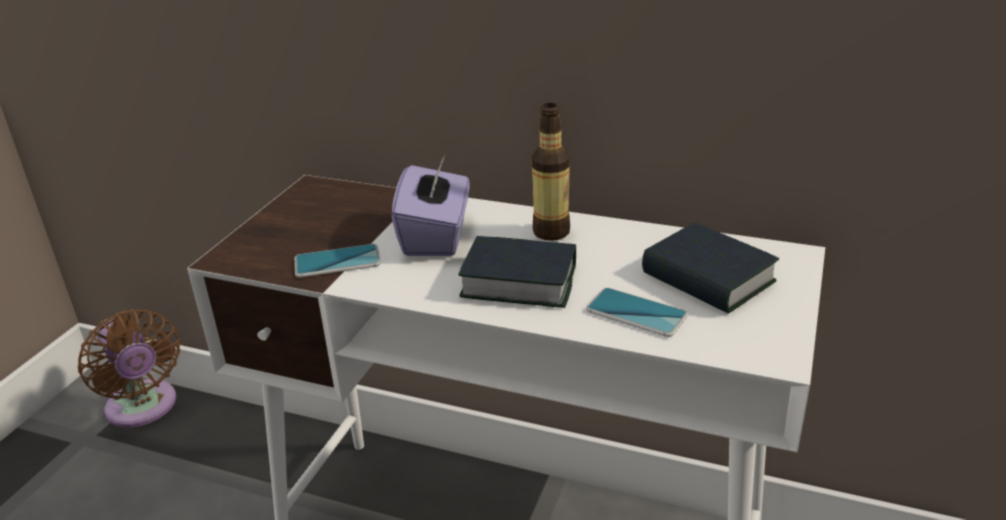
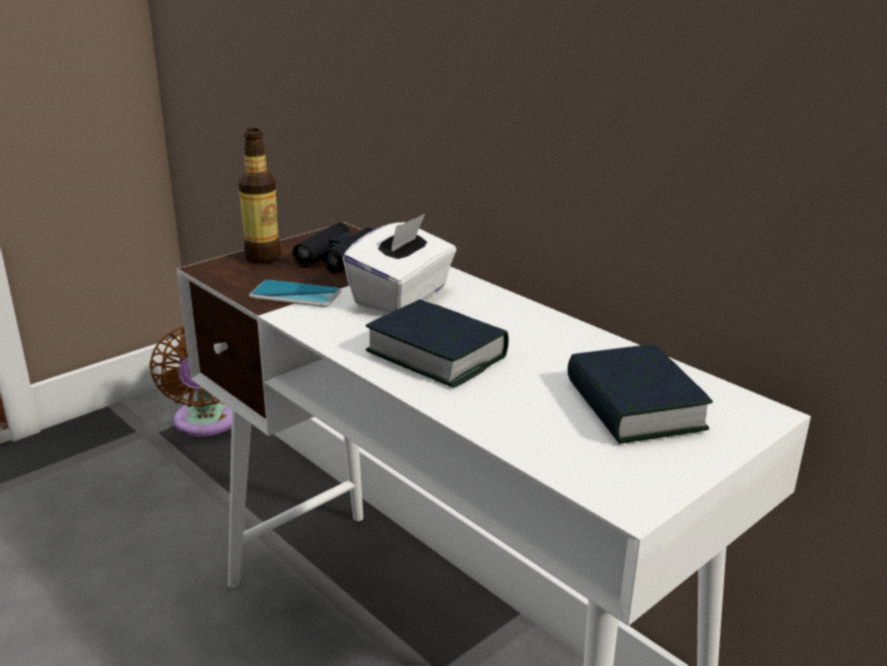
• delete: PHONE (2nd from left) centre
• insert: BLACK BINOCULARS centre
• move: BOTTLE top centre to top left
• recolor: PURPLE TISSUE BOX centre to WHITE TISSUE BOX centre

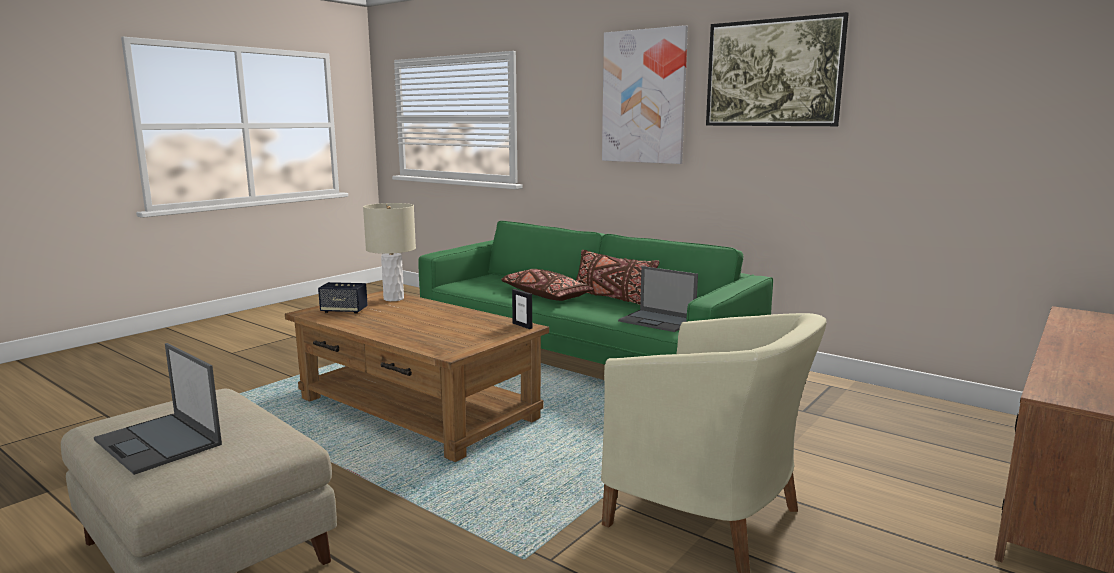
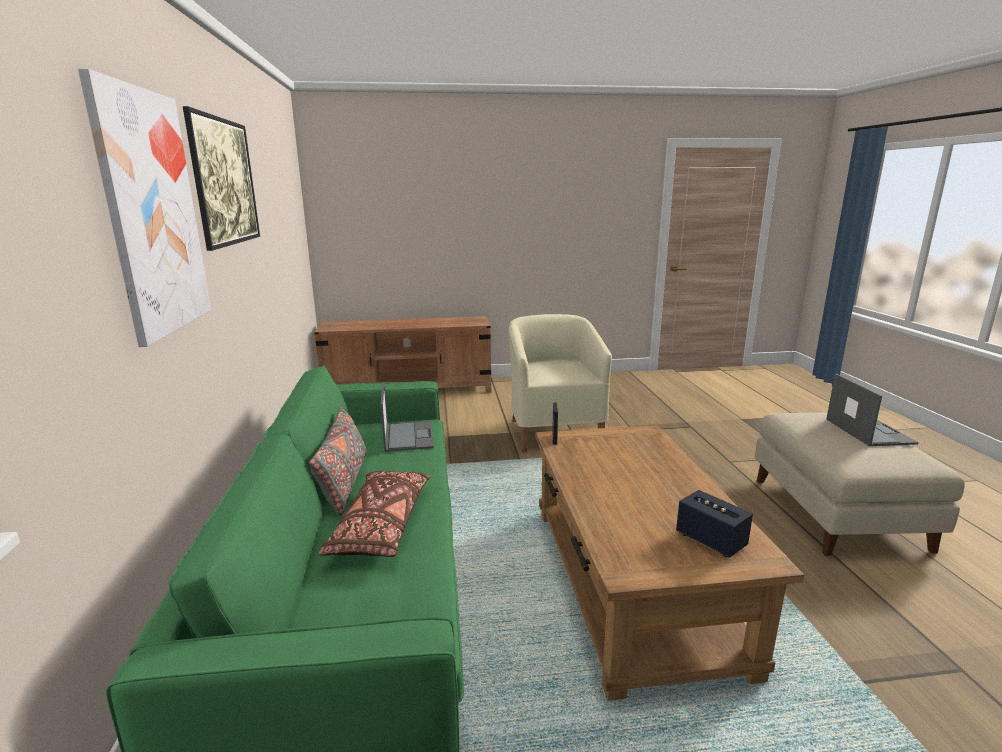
• delete: BEIGE TABLE LAMP centre
• recolor: BROWN PILLOW (2nd from left) centre to GREY PILLOW centre

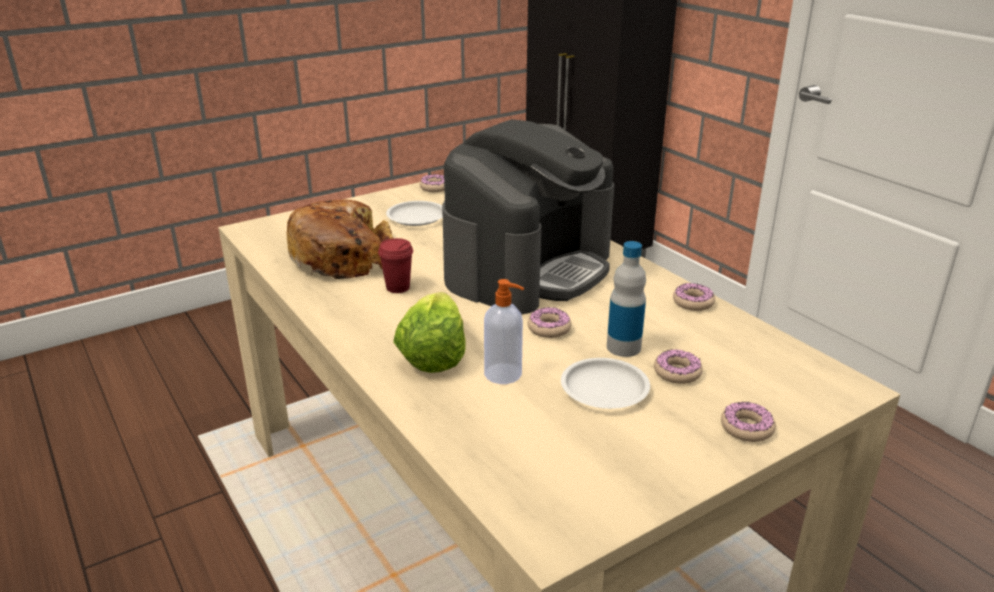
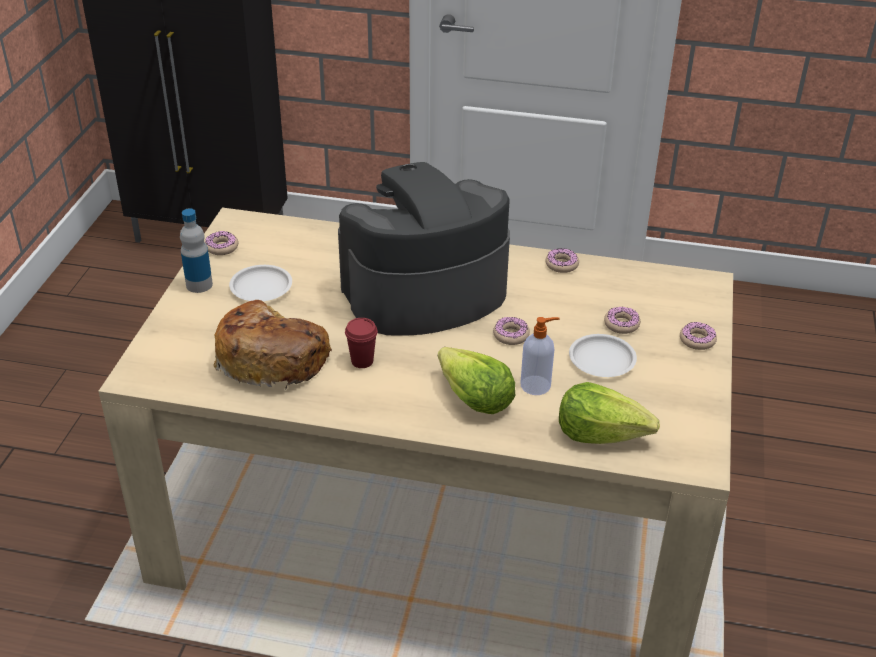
• insert: LETTUCE (2nd from left) middle right
• move: BOTTLE centre to middle left
• rotate: COFFEE MACHINE centre = centre 105 degrees counterclockwise

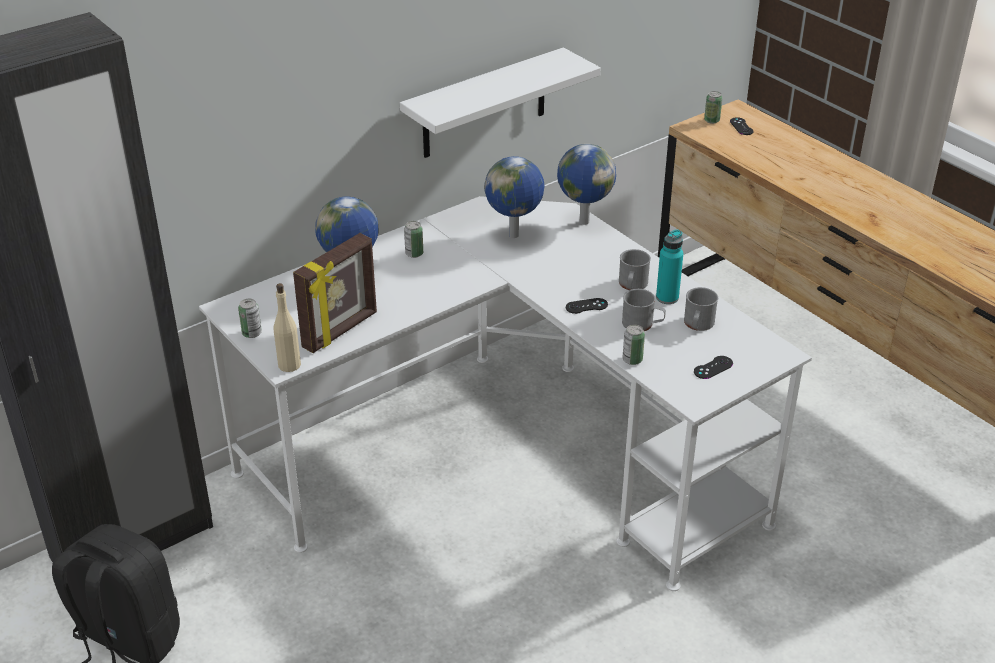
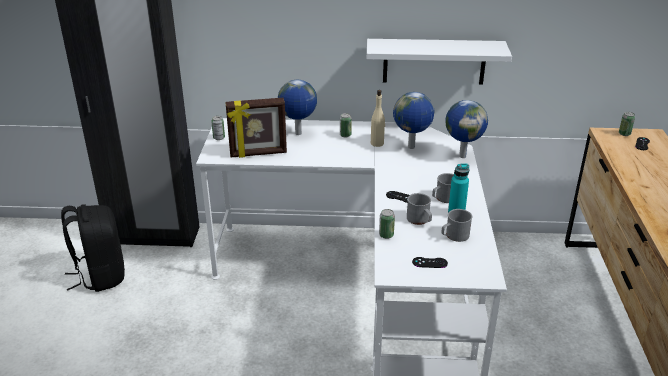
• move: BEIGE BOTTLE middle left to top centre

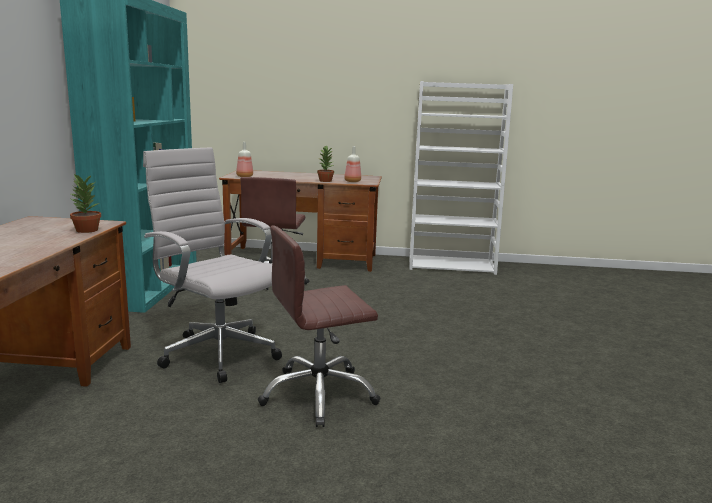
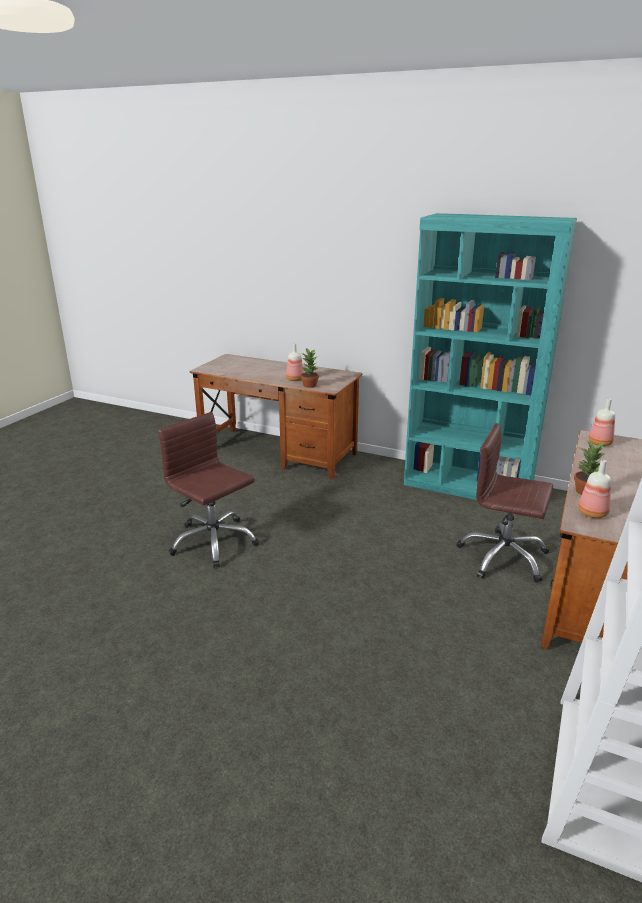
• delete: WHITE OFFICE CHAIR middle left
• insert: BOTTLE (1st from left) centre
• rotate: BROWN OFFICE CHAIR (2nd from left in the first image) centre = middle left 45 degrees counterclockwise

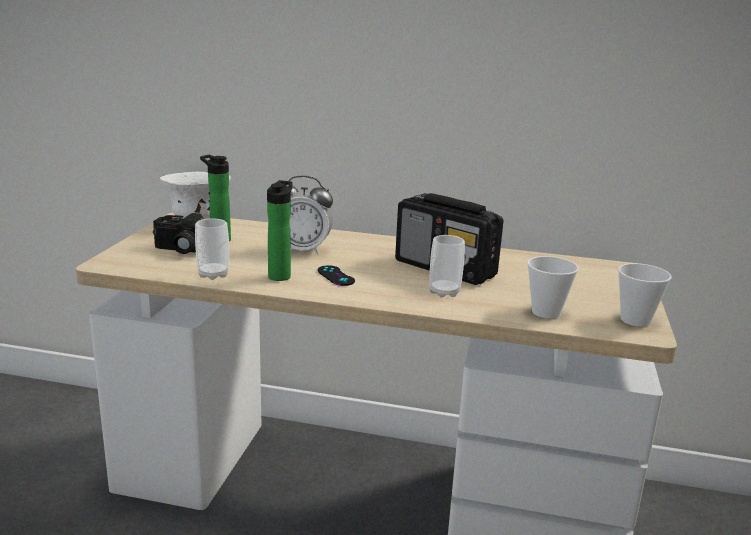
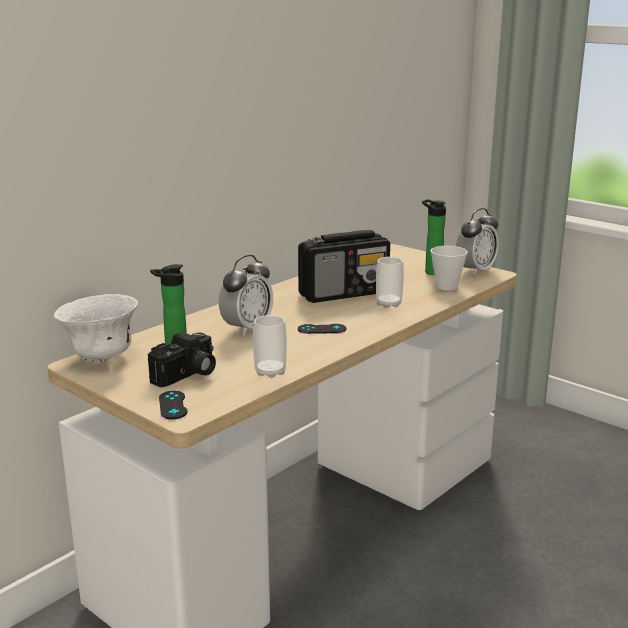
• insert: BLACK GAME CONTROLLER (1st from left) middle left
• move: BOTTLE (2nd from left) centre to middle right
• replace: CUP (4th from left) middle right to ALARM CLOCK (2nd from left) middle right

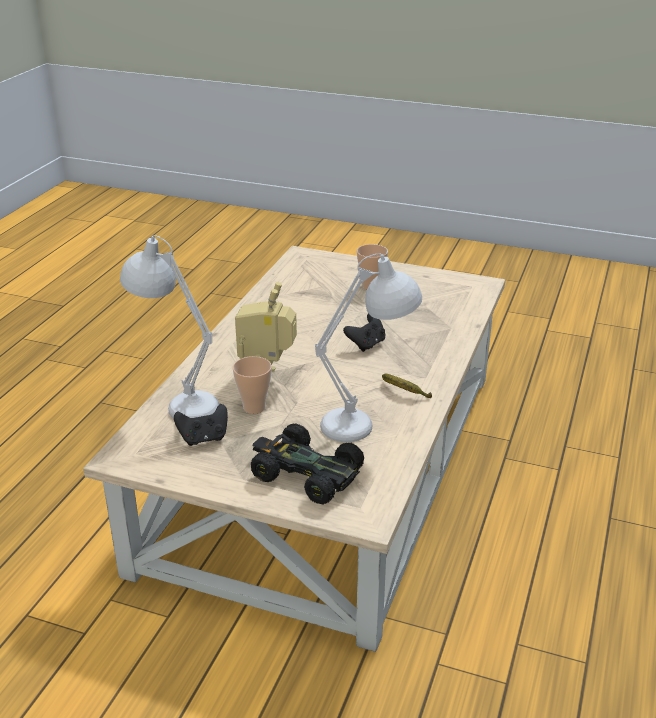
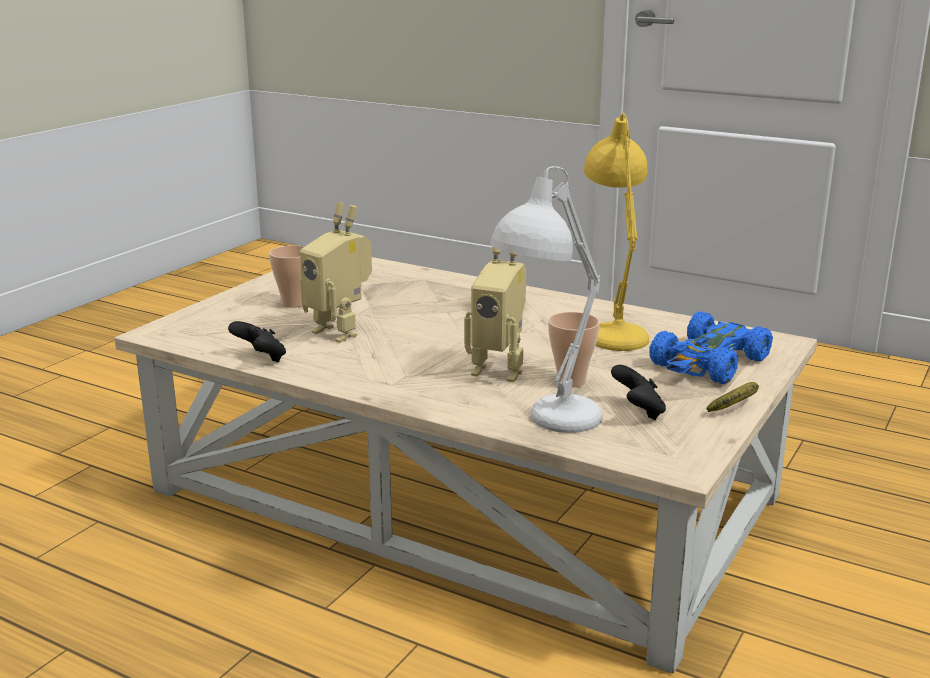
• insert: TOY ROBOT (1st from left) centre
• move: BLACK GAME CONTROLLER (2nd from left in the first image) centre to BLACK GAME CONTROLLER (1st from left) middle left
• move: BANANA centre to middle right
• recolor: BLACK TOY CAR centre to BLUE TOY CAR middle right
• recolor: WHITE TABLE LAMP (2nd from left) centre to YELLOW TABLE LAMP centre

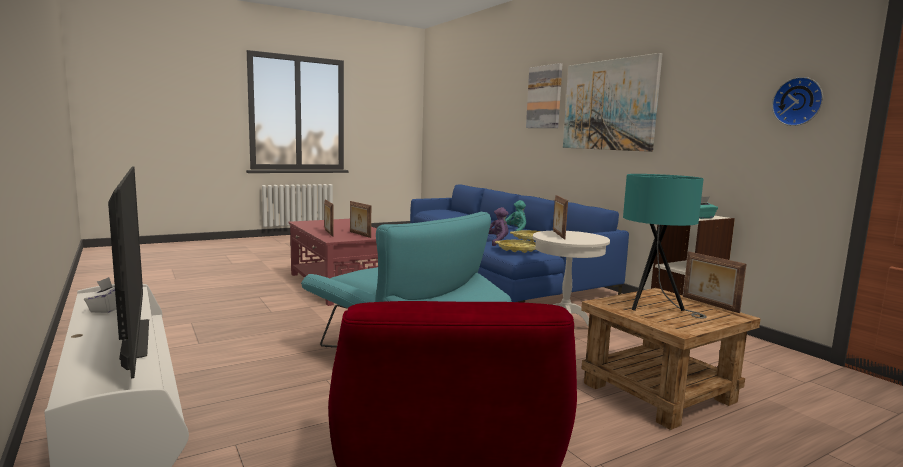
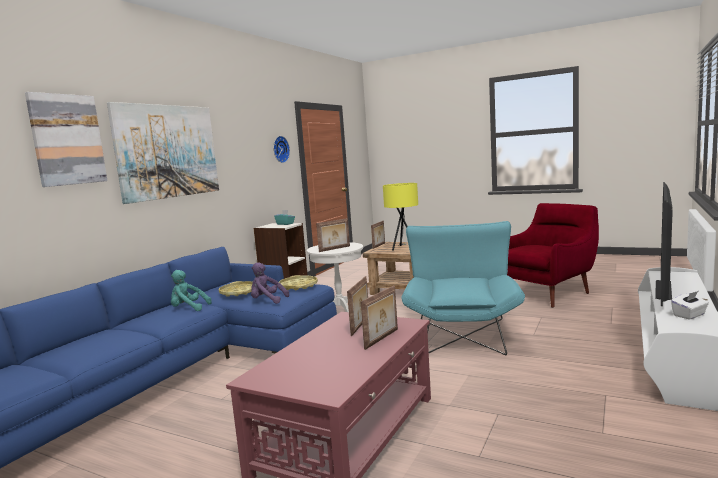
• recolor: TURQUOISE TABLE LAMP middle right to YELLOW TABLE LAMP centre

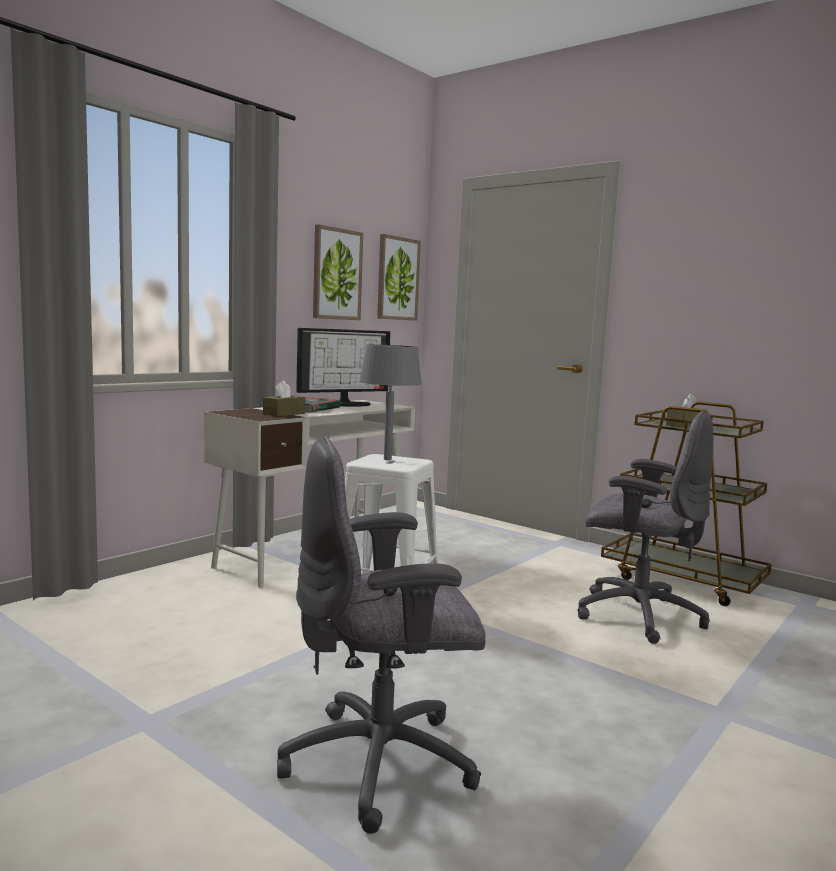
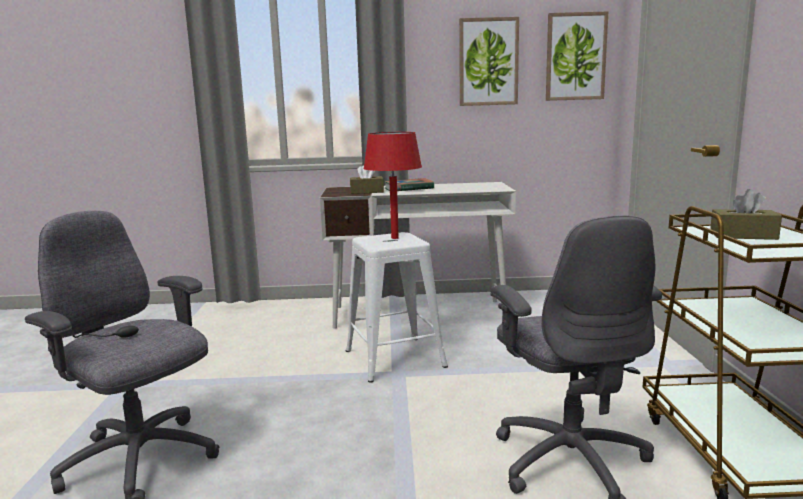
• delete: MONITOR centre
• recolor: GREY TABLE LAMP centre to RED TABLE LAMP centre

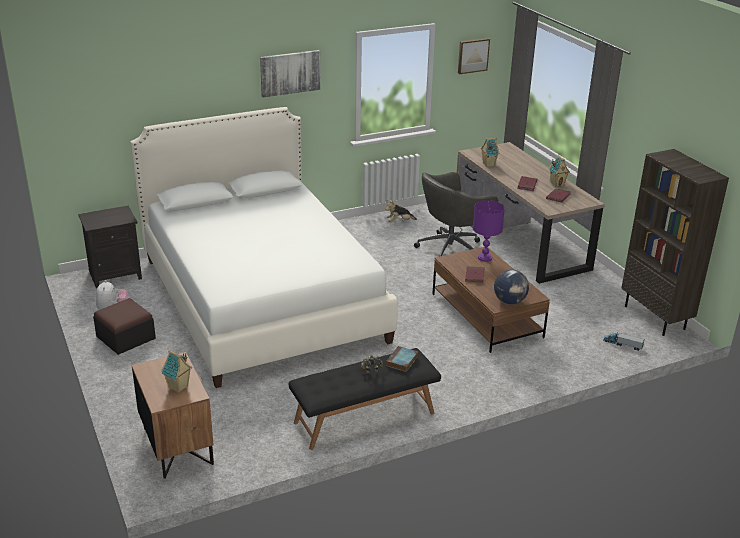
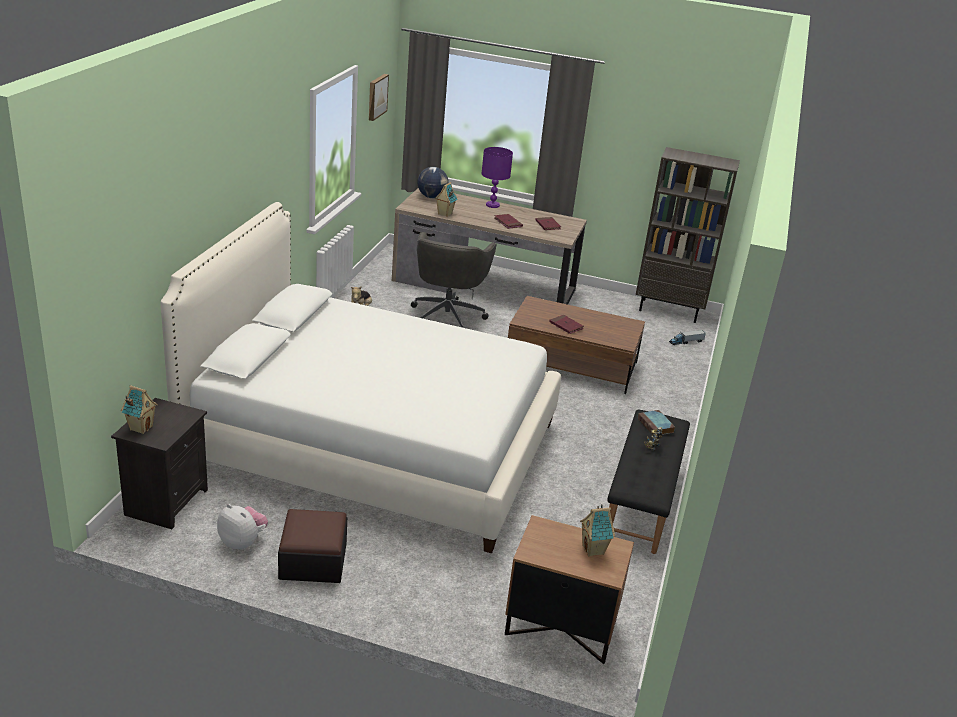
• delete: PICTURE (1st from left) top centre
• move: PURPLE TABLE LAMP centre to top centre
• move: GLOBE middle right to top centre
• move: TOY HOUSE (3rd from left in the first image) top right to TOY HOUSE (1st from left) middle left

